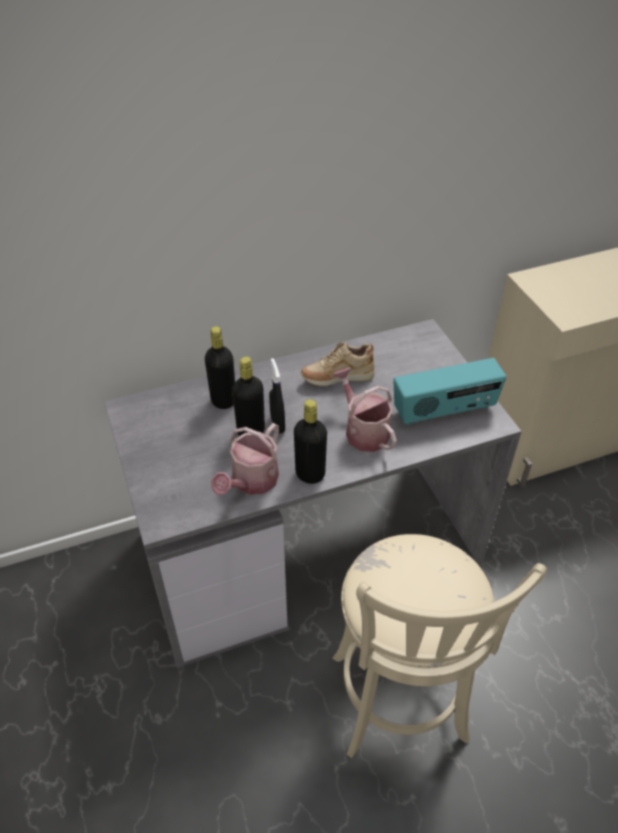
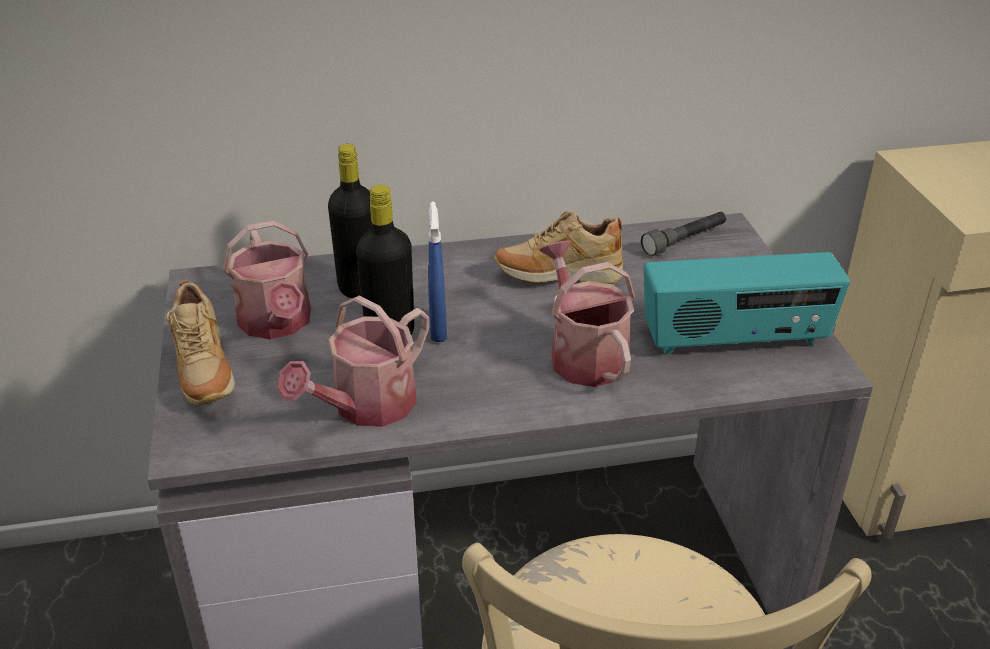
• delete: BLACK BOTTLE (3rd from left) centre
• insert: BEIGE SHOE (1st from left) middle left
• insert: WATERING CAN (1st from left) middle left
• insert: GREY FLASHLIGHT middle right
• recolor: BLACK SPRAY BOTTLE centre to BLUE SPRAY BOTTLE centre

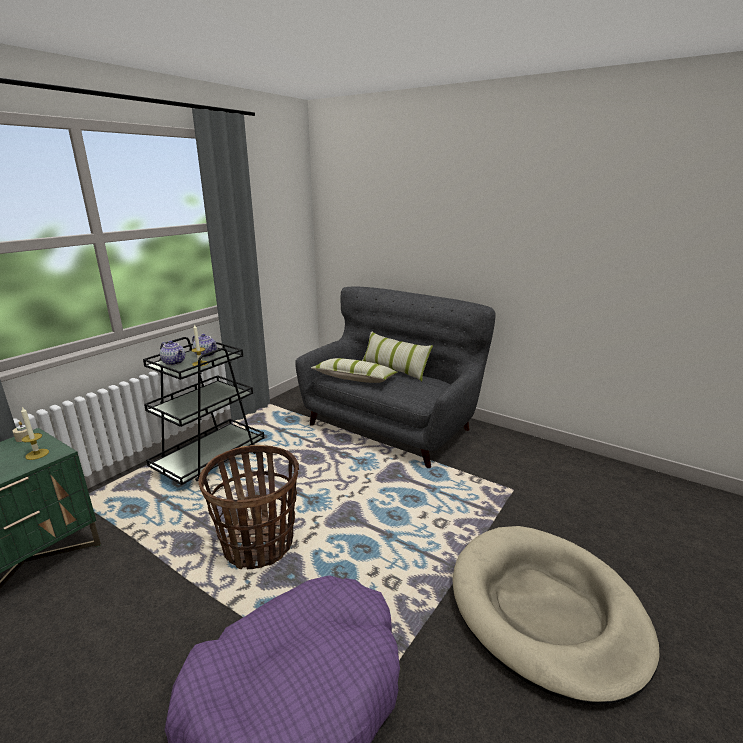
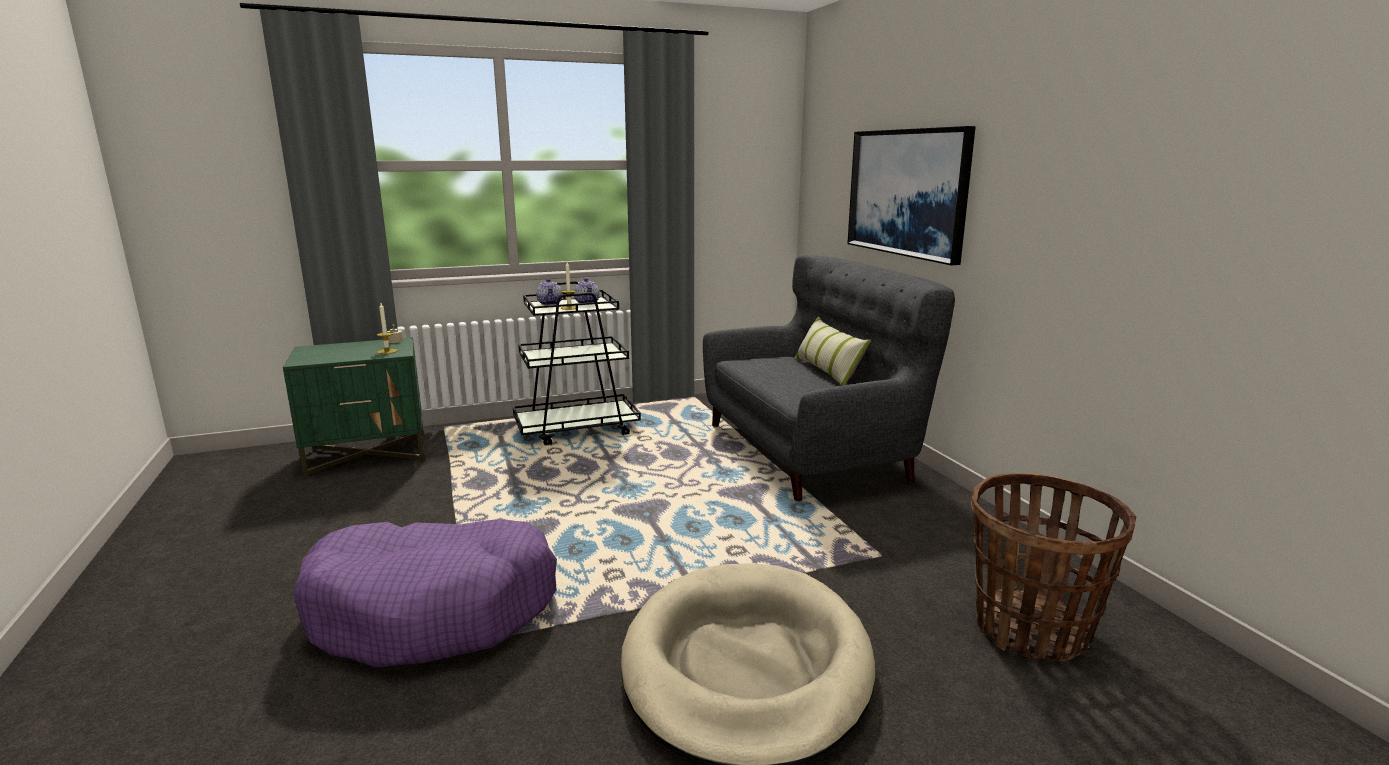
• delete: PILLOW (1st from left) centre
• insert: PICTURE top centre
• move: BASKET bottom centre to bottom right

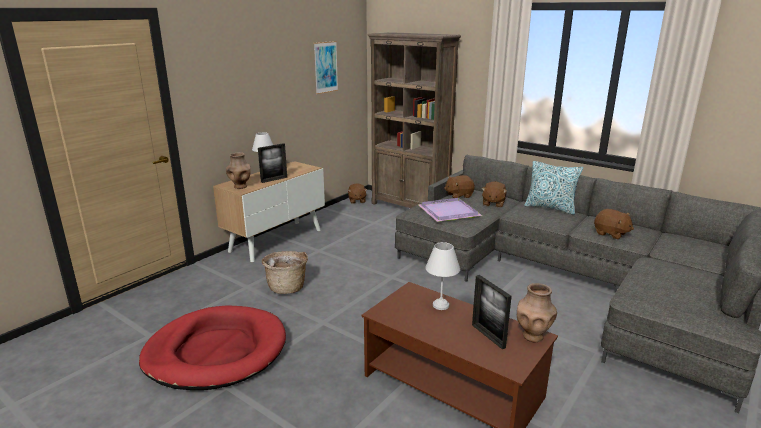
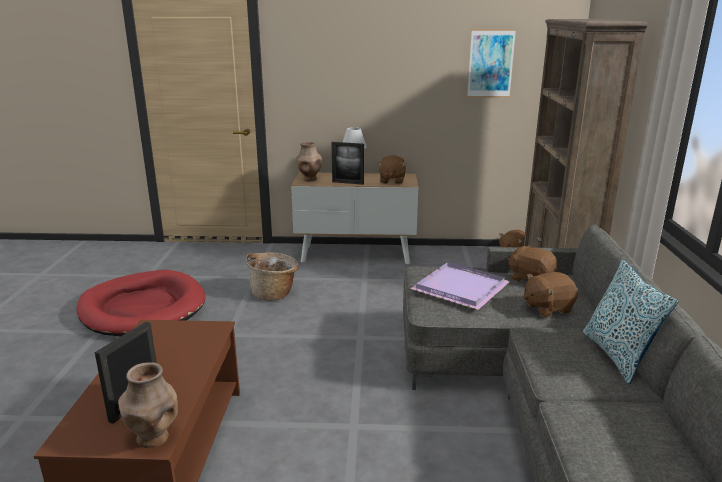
• delete: WHITE TABLE LAMP (2nd from left) centre
• move: BROWN PLUSH TOY (4th from left in the first image) middle right to BROWN PLUSH TOY (1st from left) centre

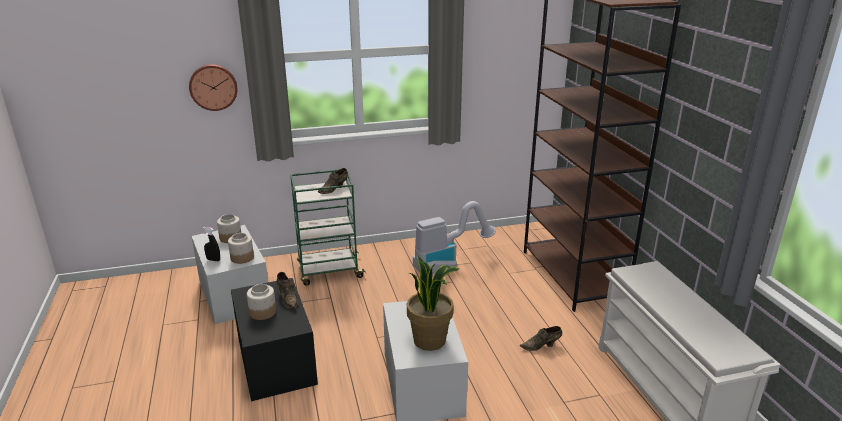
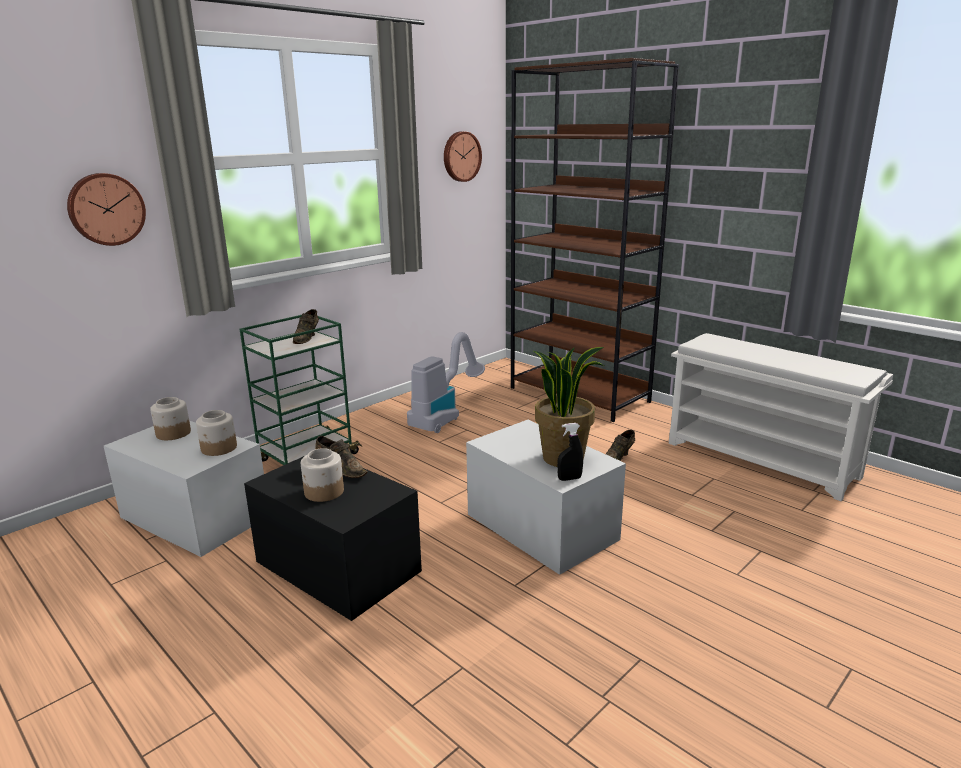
• insert: WALL CLOCK (2nd from left) top centre
• move: BLACK SPRAY BOTTLE middle left to centre

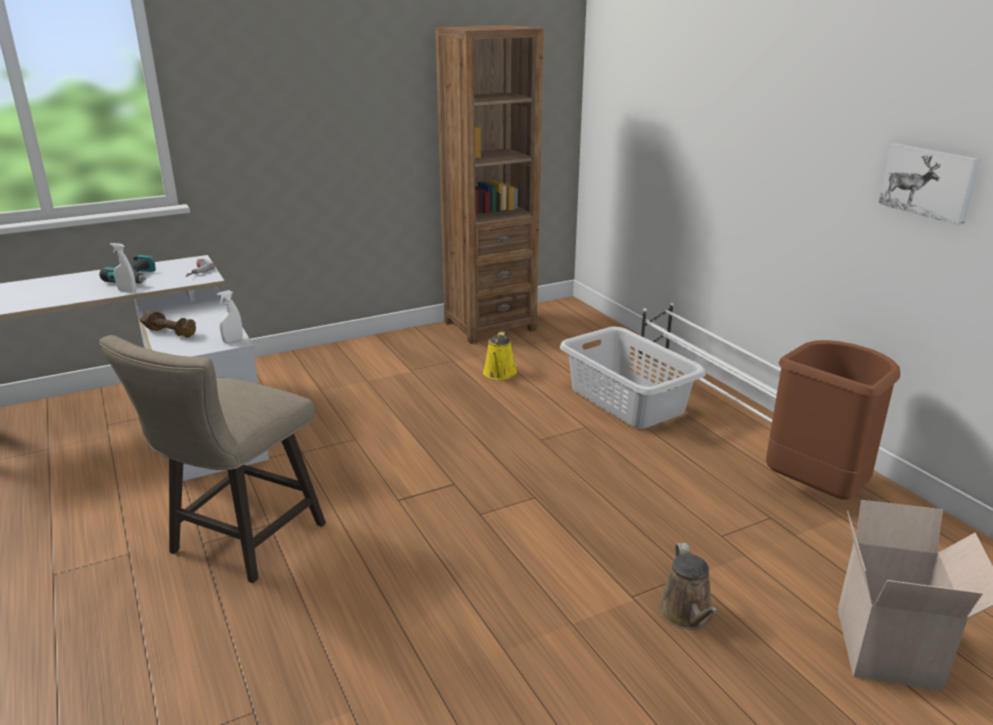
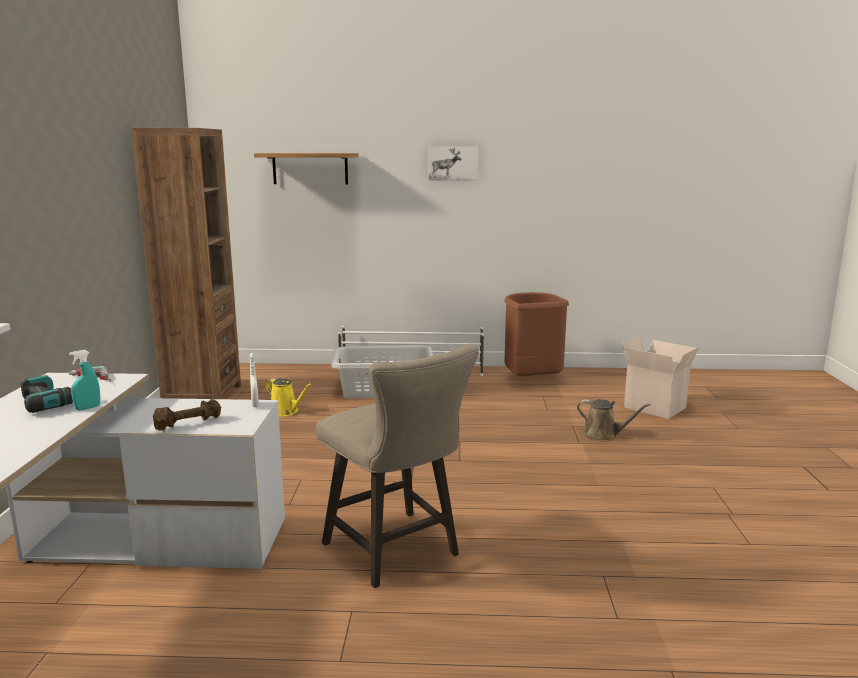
• insert: SHELF top centre
• move: PICTURE top right to top centre
• recolor: WHITE SPRAY BOTTLE (1st from left) middle left to TURQUOISE SPRAY BOTTLE middle left

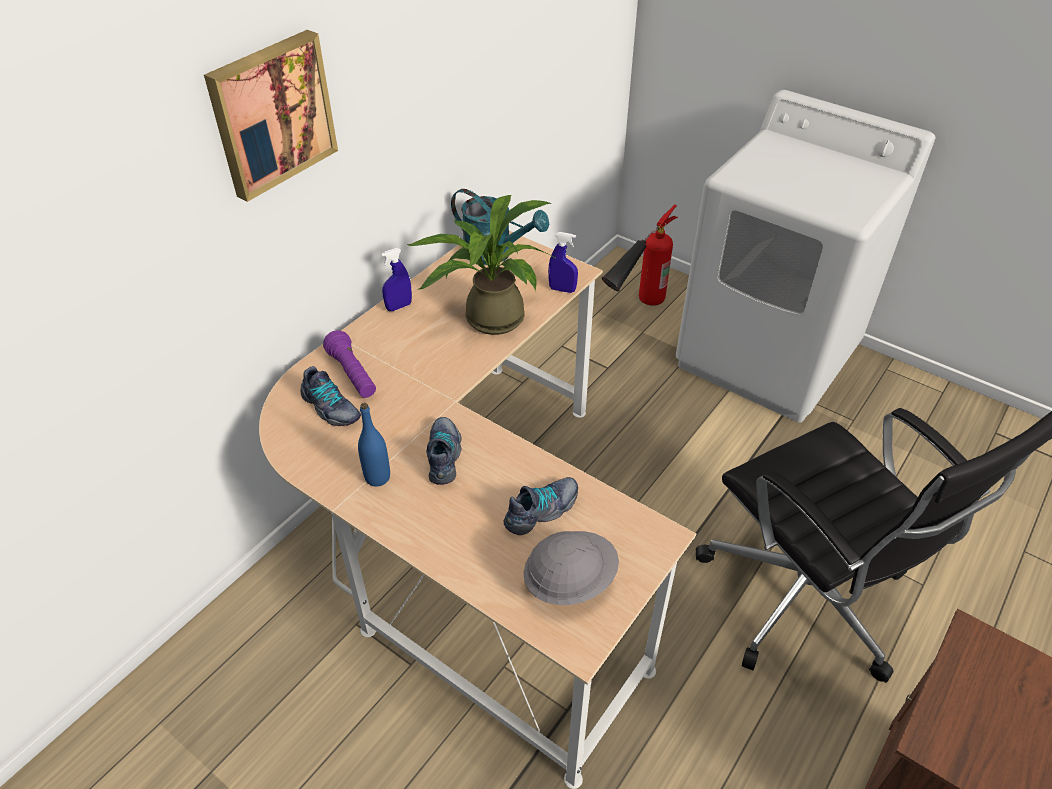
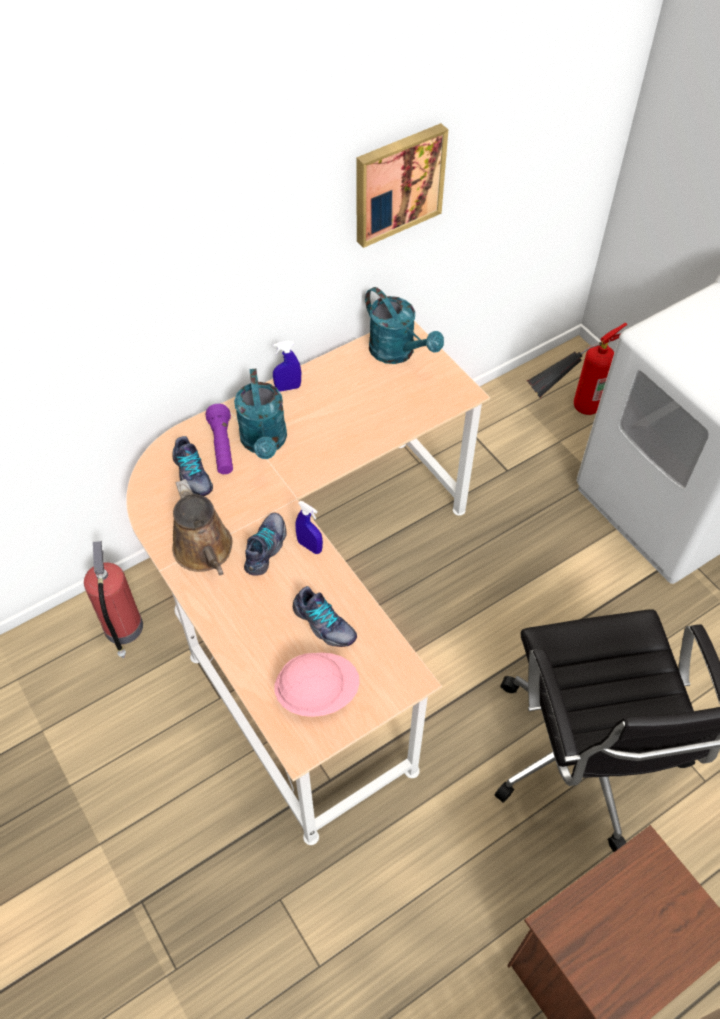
• delete: POTTED PLANT centre
• insert: FIRE EXTINGUISHER (1st from left) middle left
• insert: TURQUOISE WATERING CAN (1st from left) centre
• move: PICTURE top left to top centre
• move: BLUE SPRAY BOTTLE (2nd from left) top centre to centre
• replace: BLUE BOTTLE centre to BROWN WATERING CAN middle left
• recolor: GREY HARD HAT bottom centre to PINK HARD HAT bottom centre
• rotate: SHOE (3rd from left) centre = centre 60 degrees clockwise

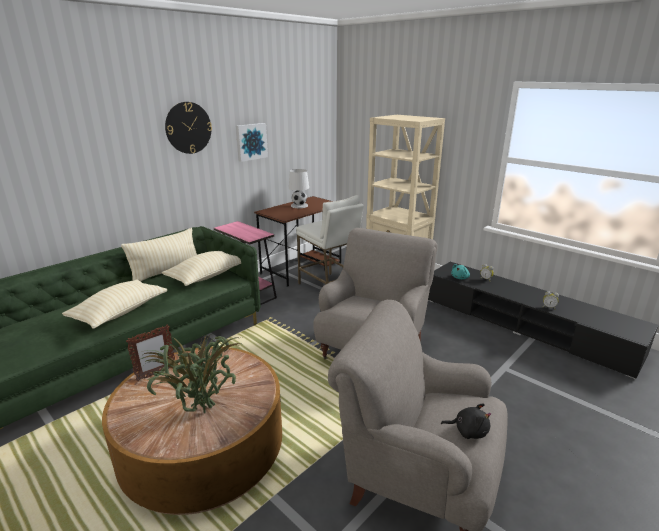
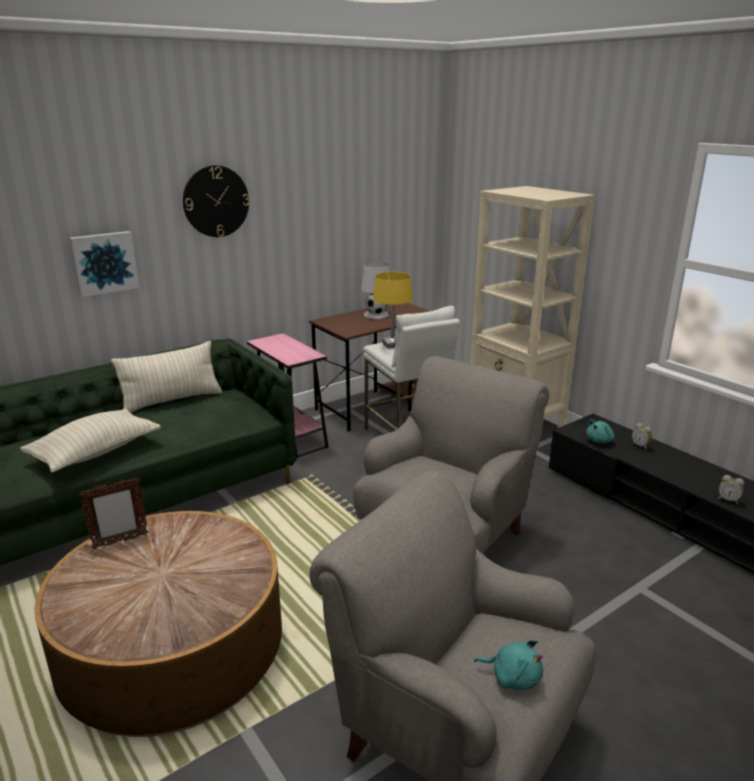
• delete: POTTED PLANT bottom left
• delete: BEIGE PILLOW (3rd from left) middle left
• insert: YELLOW TABLE LAMP centre
• move: PICTURE top centre to middle left
• recolor: BLACK PLUSH TOY bottom right to TURQUOISE PLUSH TOY (1st from left) bottom right

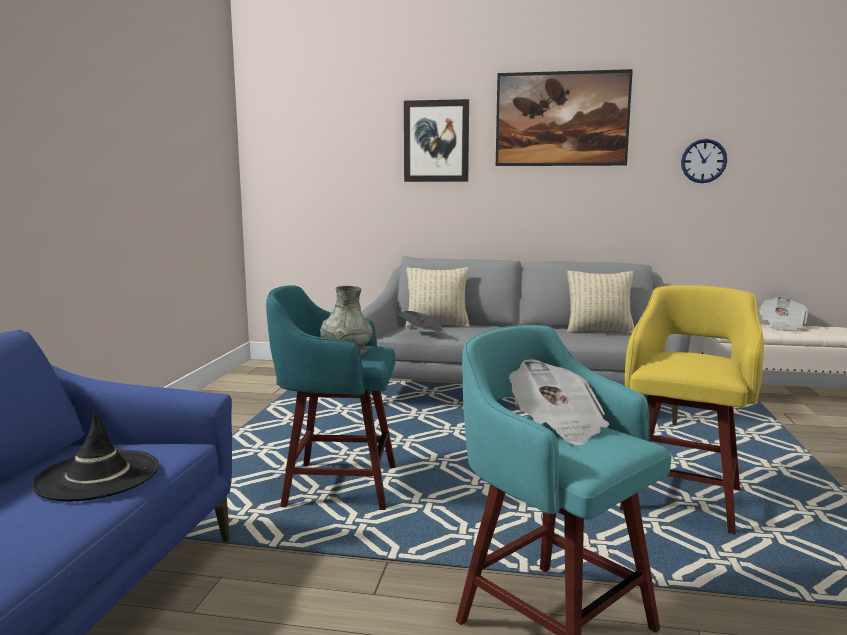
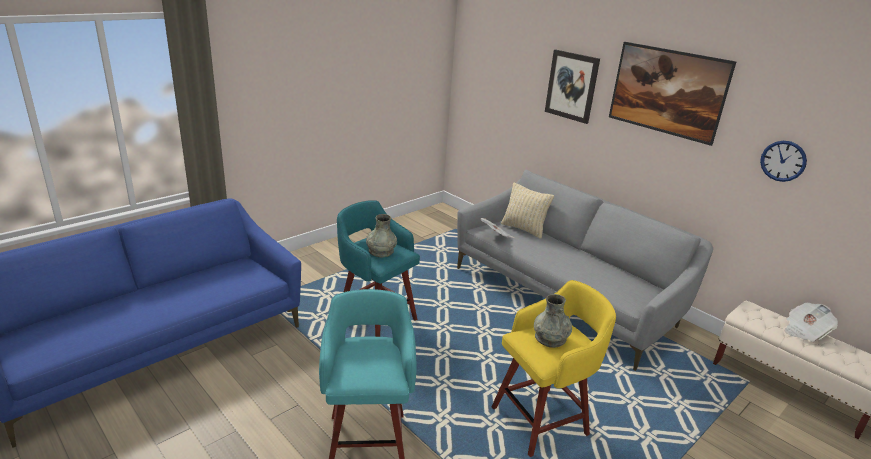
• delete: BLACK HAT bottom left
• delete: NEWSPAPER (2nd from left) centre
• delete: BEIGE PILLOW (2nd from left) middle right
• insert: GREY VASE (2nd from left) bottom centre

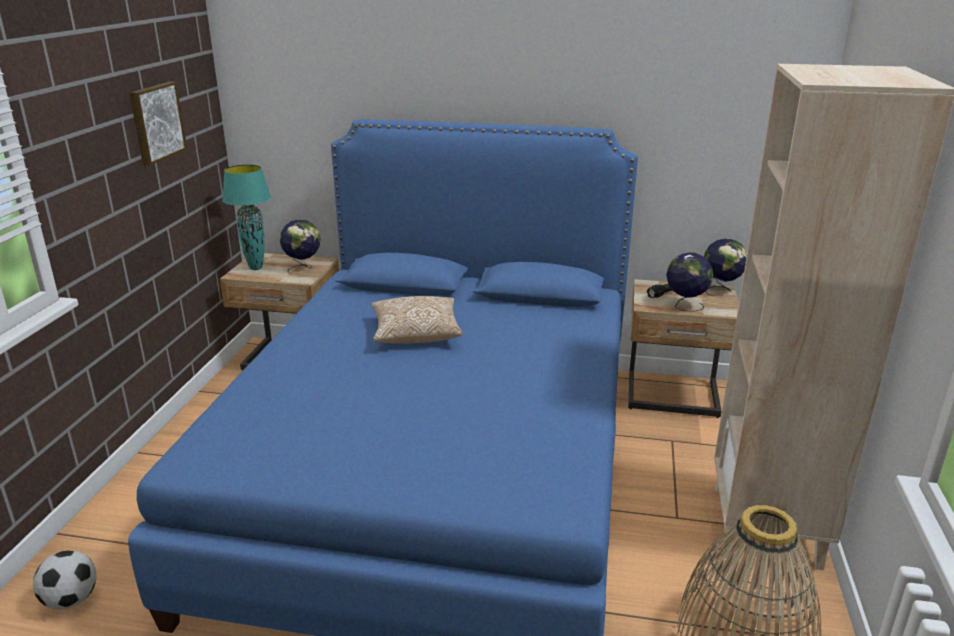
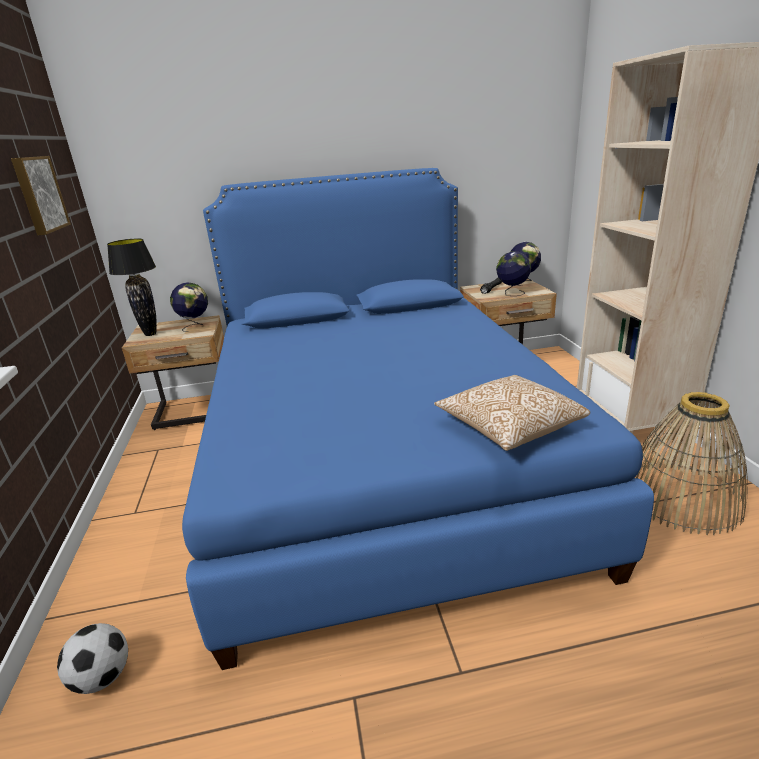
• move: PILLOW centre to middle right
• recolor: TURQUOISE TABLE LAMP middle left to BLACK TABLE LAMP middle left

